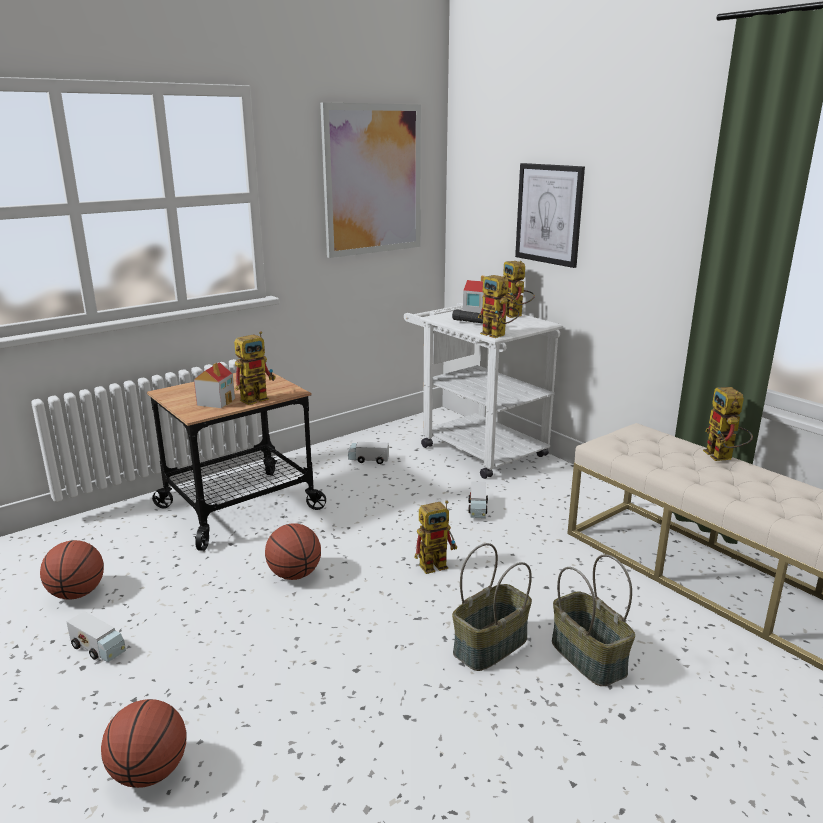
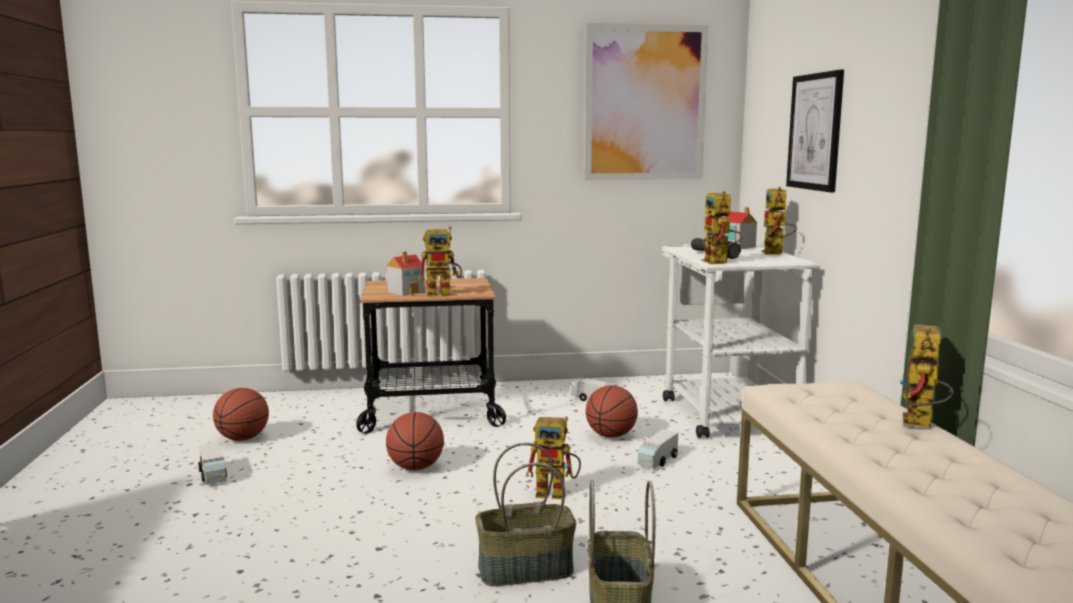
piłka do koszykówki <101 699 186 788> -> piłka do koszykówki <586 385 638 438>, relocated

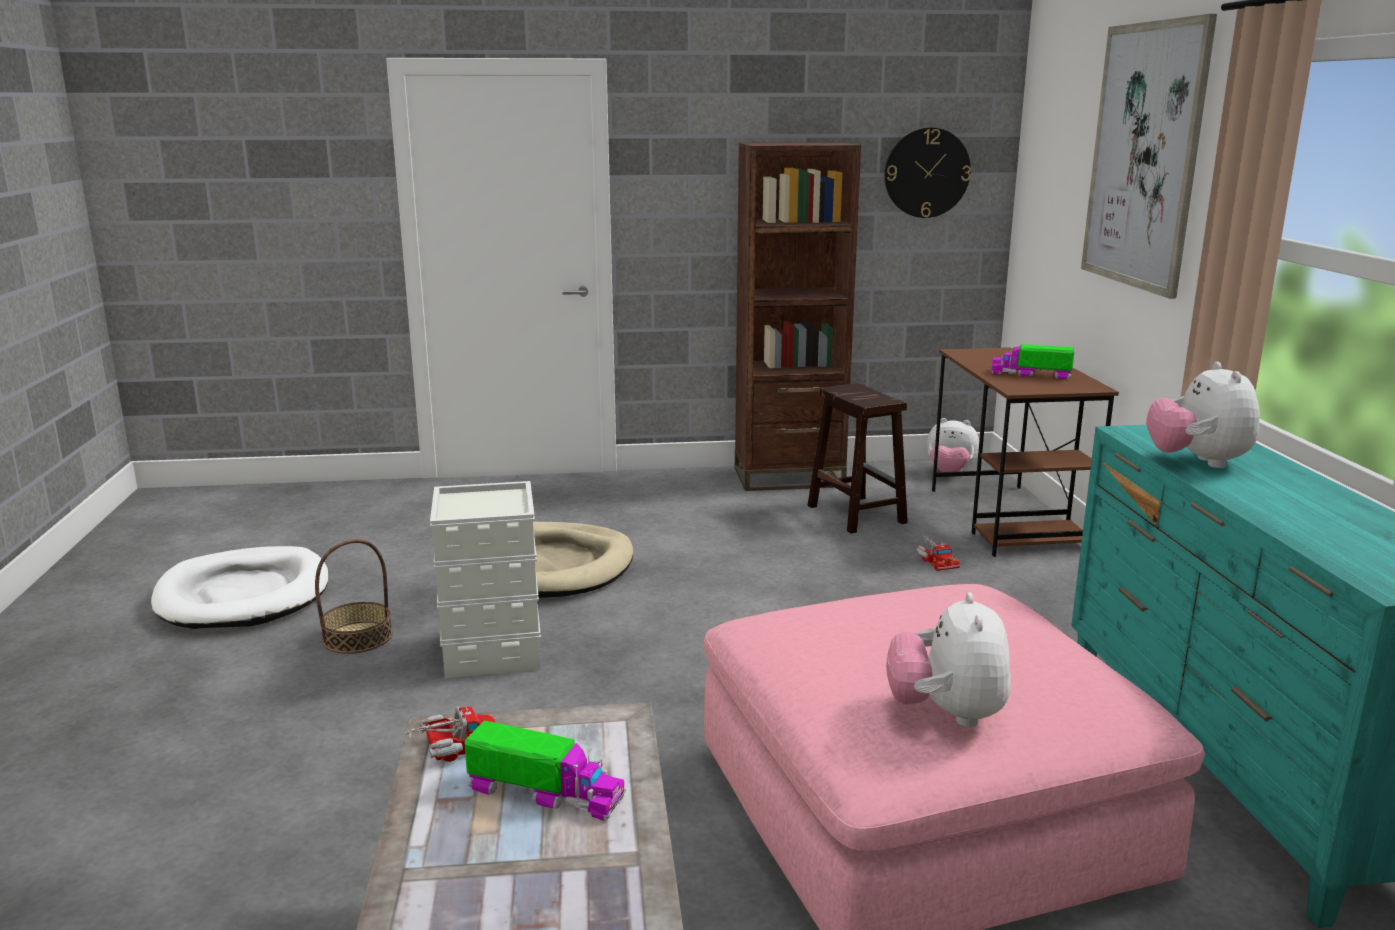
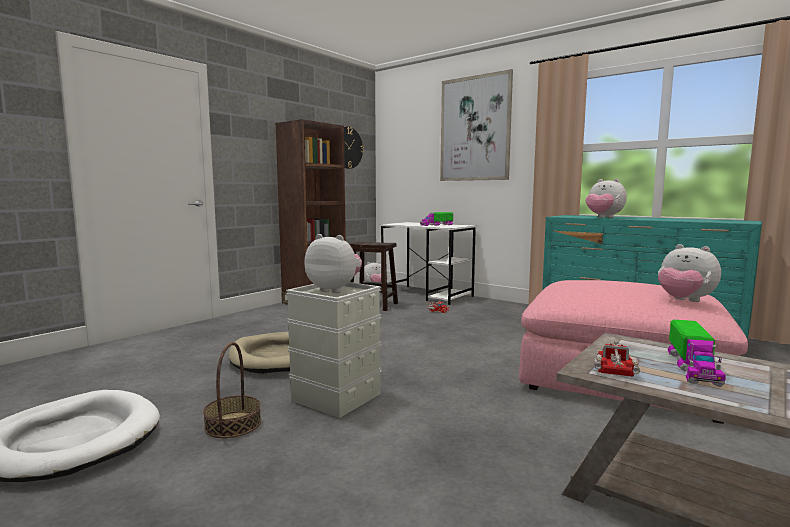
ciężarówka zabawkowa <464 721 626 821> -> ciężarówka zabawkowa <668 319 726 387>, 135 degrees clockwise
biurko [brązowy] <932 347 1119 557> -> biurko [biały] <379 222 477 305>
none -> pluszak <305 234 362 293>

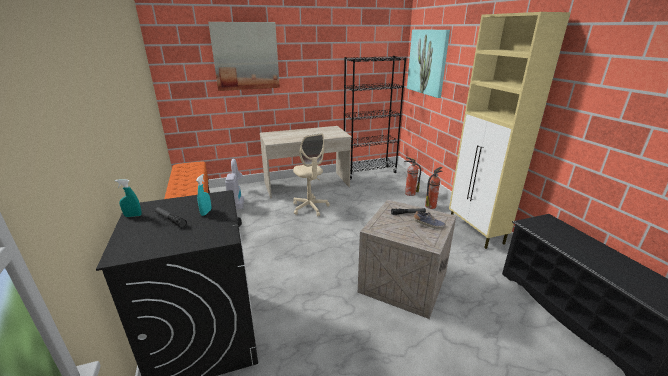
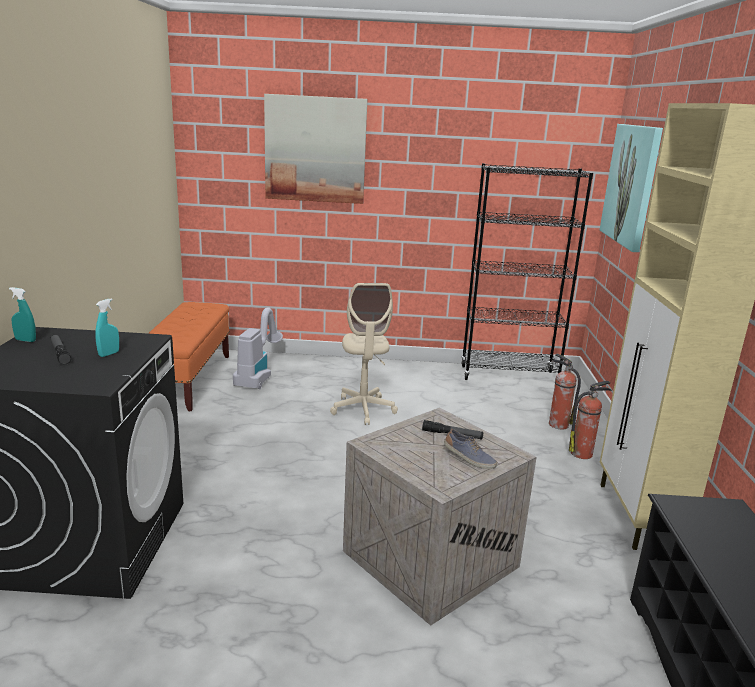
biurko [beżowy] <260 126 352 199> -> none

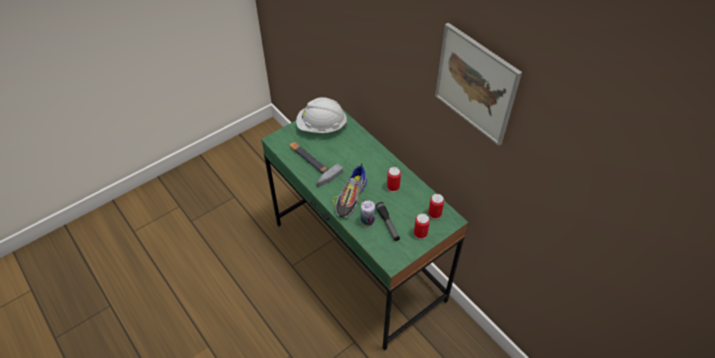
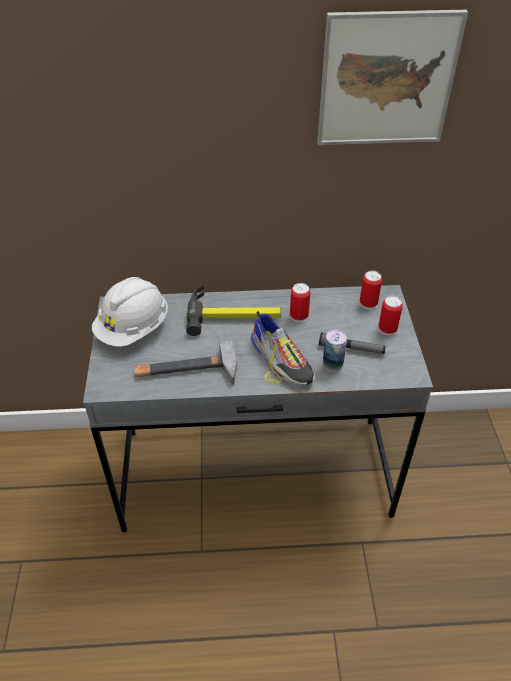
biurko [zielony] <261 109 468 351> -> biurko [szary] <83 285 433 532>
none -> młotek <186 286 281 336>

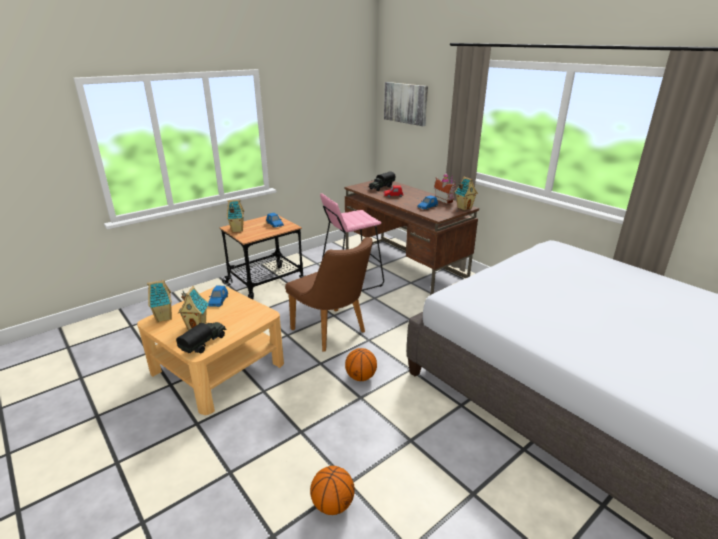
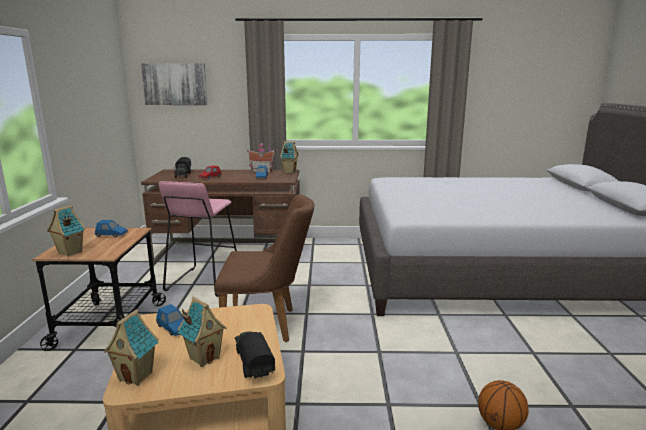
piłka do koszykówki <345 348 377 381> -> none

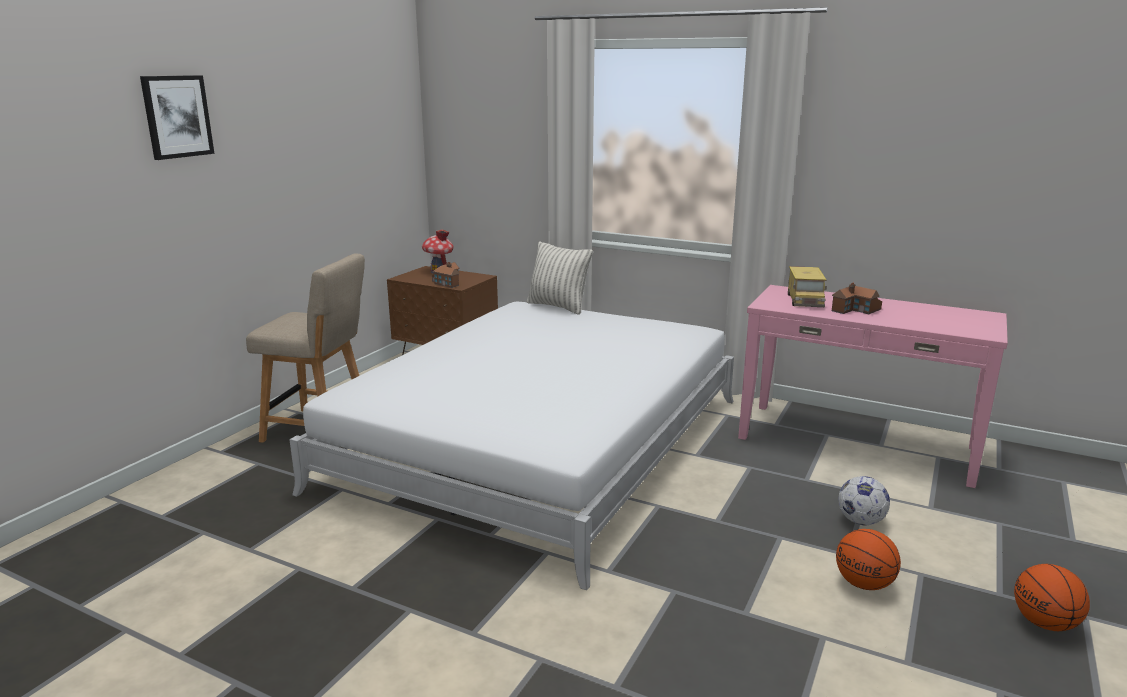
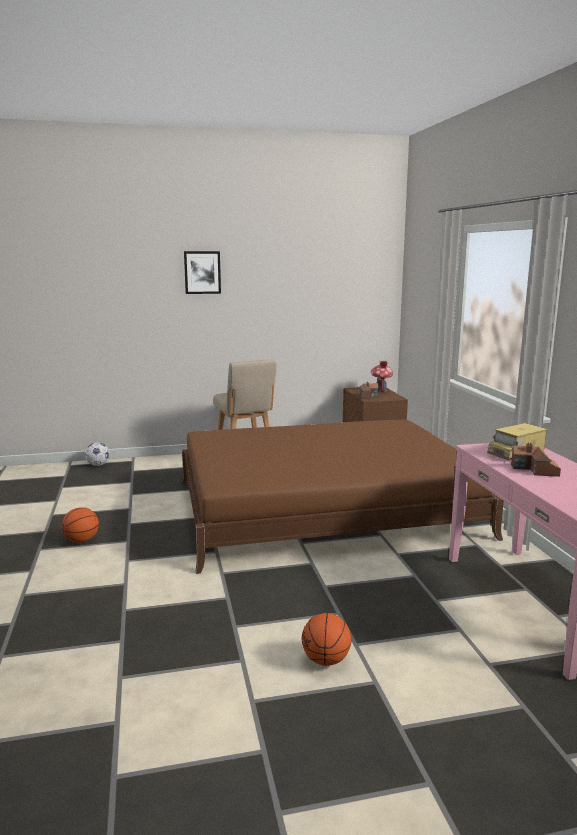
łóżko [biały] <289 302 734 590> -> łóżko [brązowy] <182 420 504 574>
poduszka <527 241 593 315> -> none
piłka futbolowa <838 476 890 525> -> piłka futbolowa <85 442 110 466>, relocated
piłka do koszykówki <1014 564 1090 631> -> piłka do koszykówki <62 507 99 543>, relocated

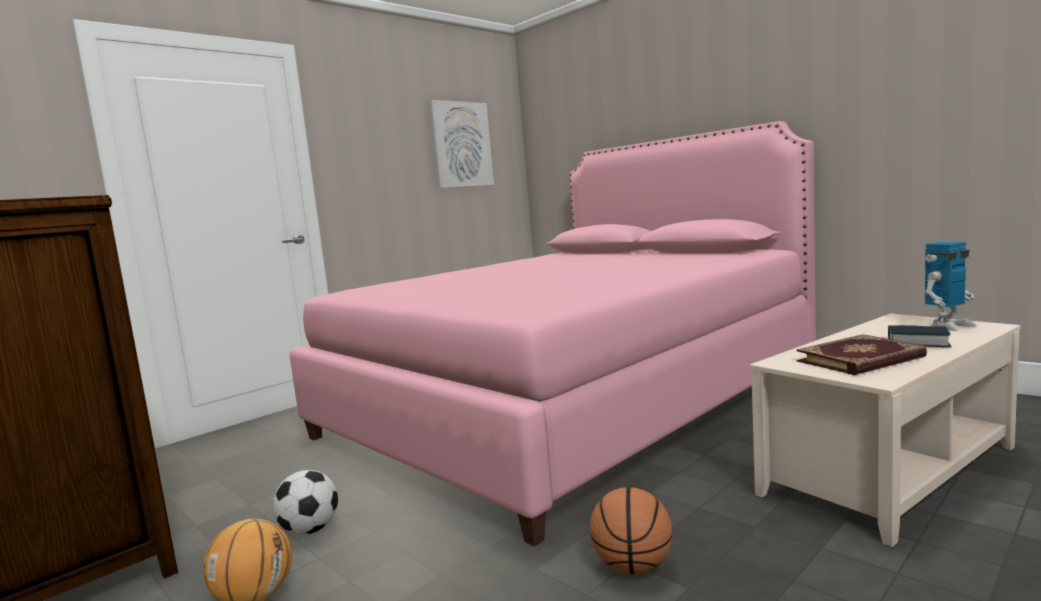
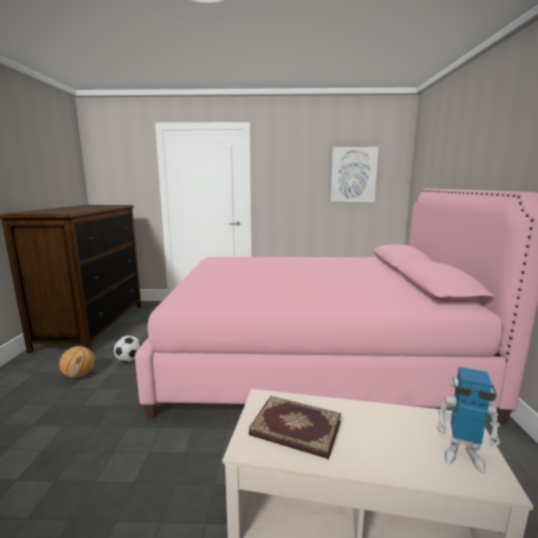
piłka do koszykówki <590 487 673 574> -> none
książka <888 325 951 347> -> none

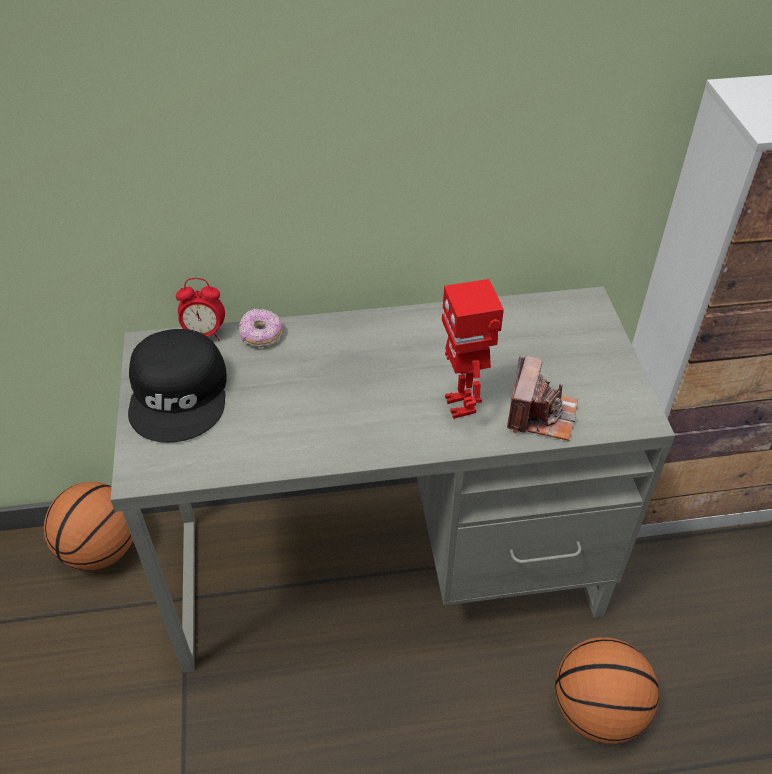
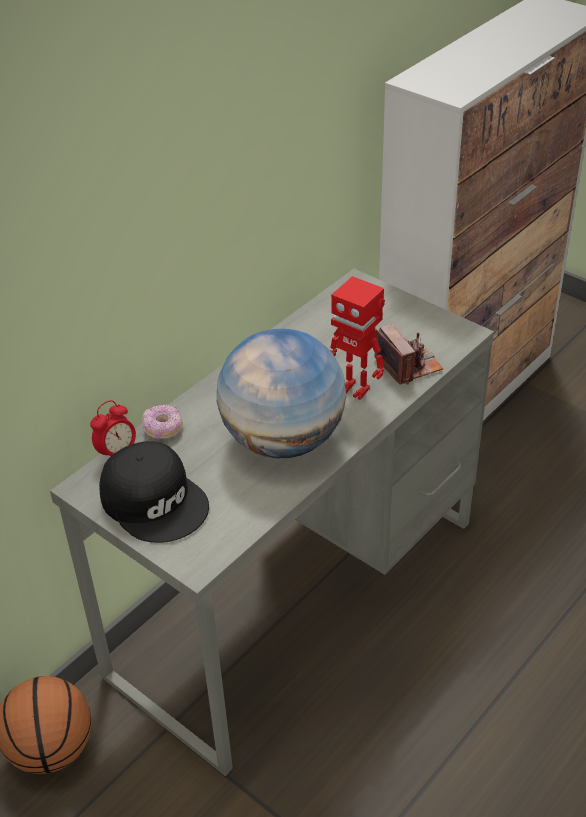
piłka do koszykówki <555 637 659 744> -> none
none -> globus <217 329 346 458>

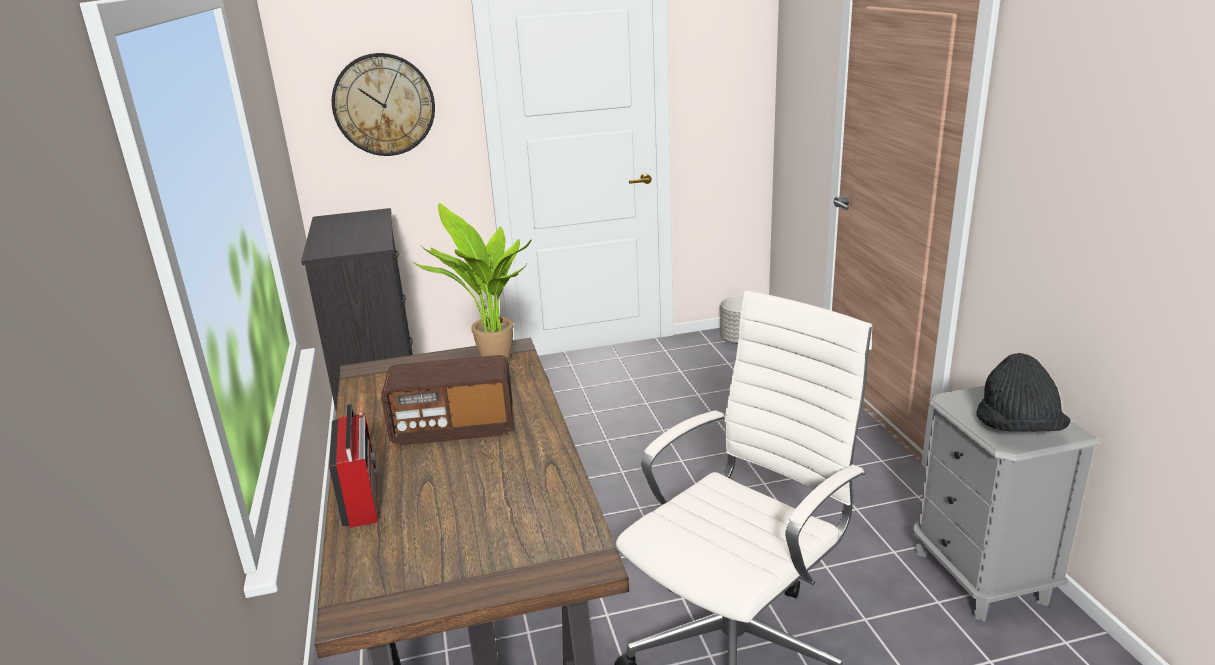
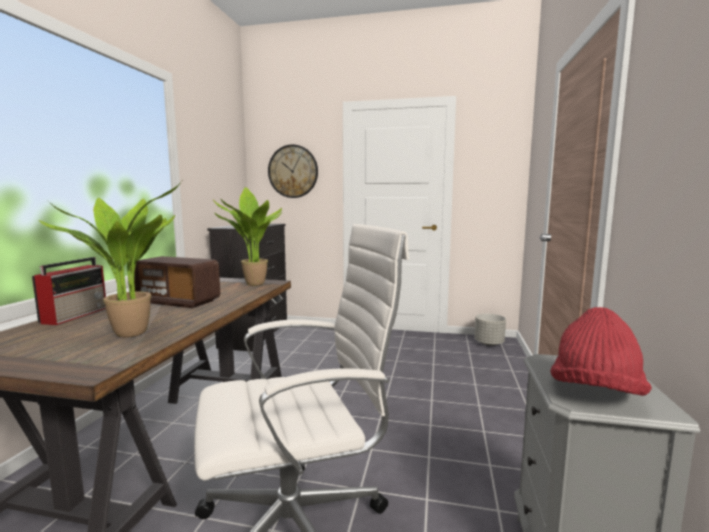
kapelusz [czarny] <977 353 1070 432> -> kapelusz [czerwony] <550 307 652 396>
none -> roślina doniczkowa <39 181 182 338>

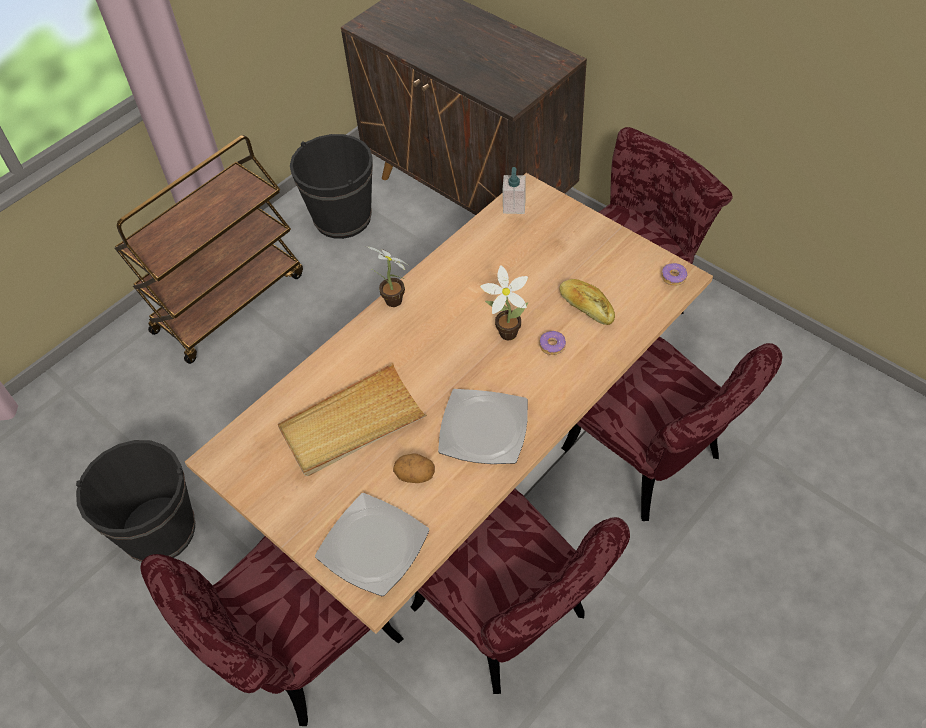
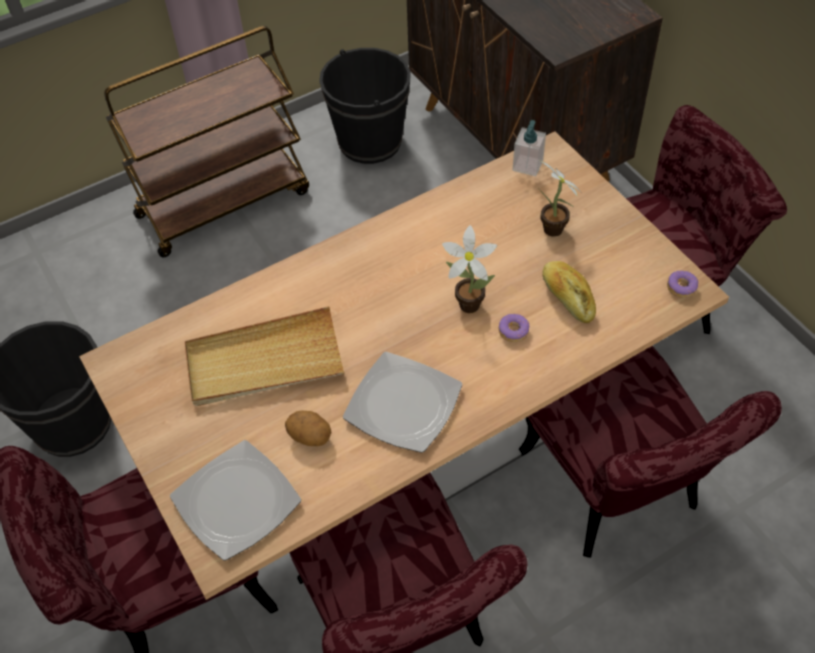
roślina doniczkowa <365 246 408 307> -> roślina doniczkowa <538 160 581 237>, relocated

